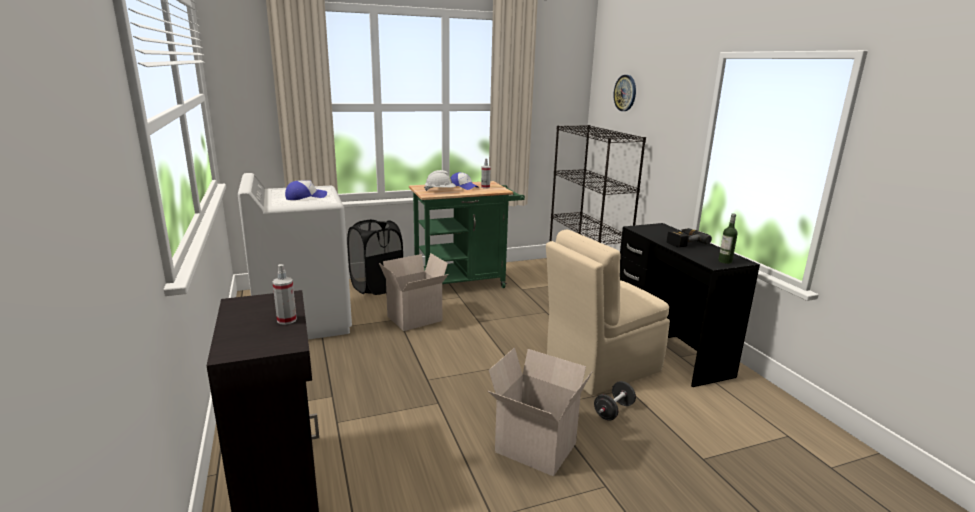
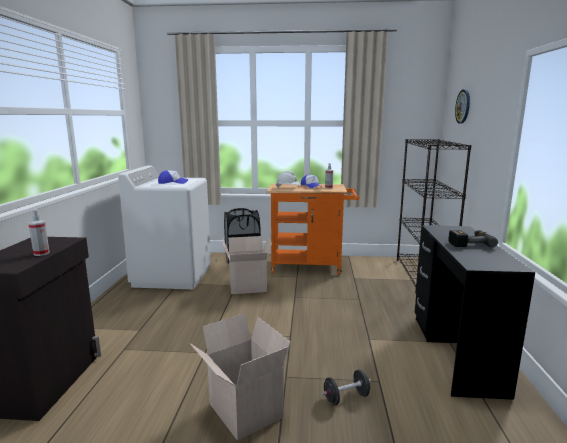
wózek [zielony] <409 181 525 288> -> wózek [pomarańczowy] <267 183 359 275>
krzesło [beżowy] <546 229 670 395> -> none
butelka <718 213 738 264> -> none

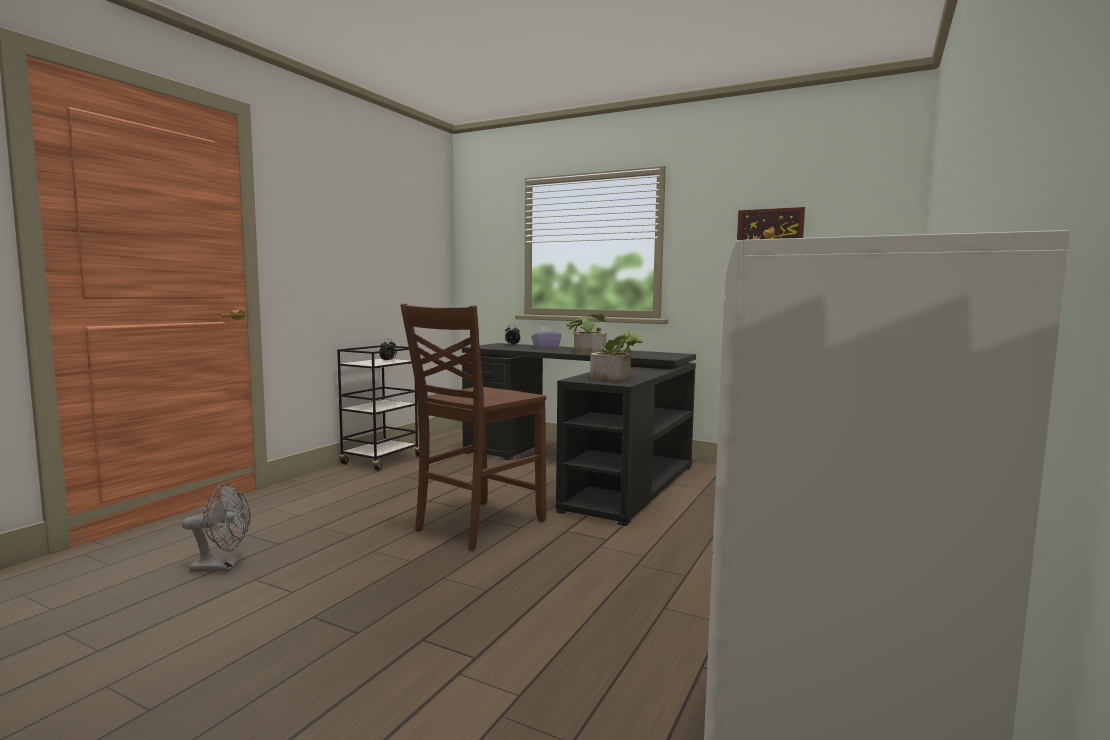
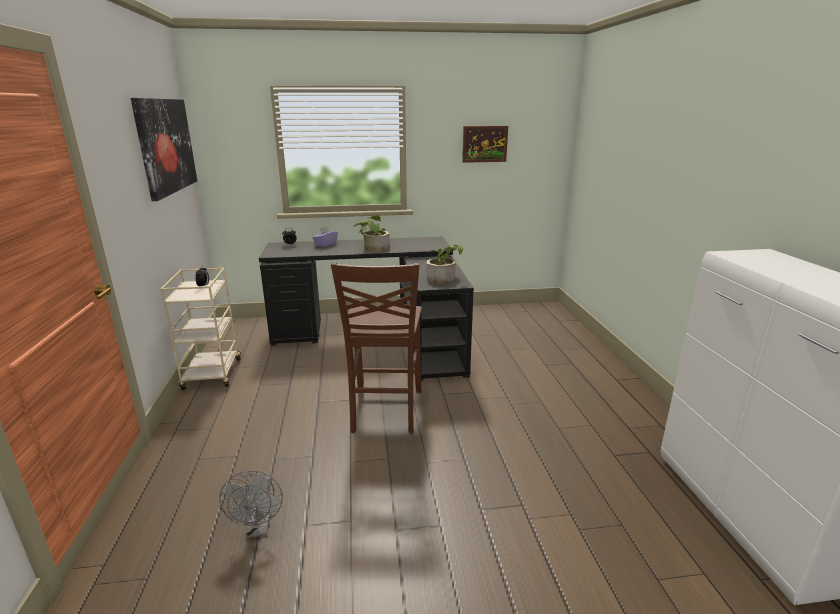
wentylator [szary] <182 483 250 572> -> wentylator [szary] <219 471 283 538>, 120 degrees clockwise
wózek [czarny] <337 345 419 471> -> wózek [beżowy] <161 268 241 390>
none -> obraz <131 98 197 201>

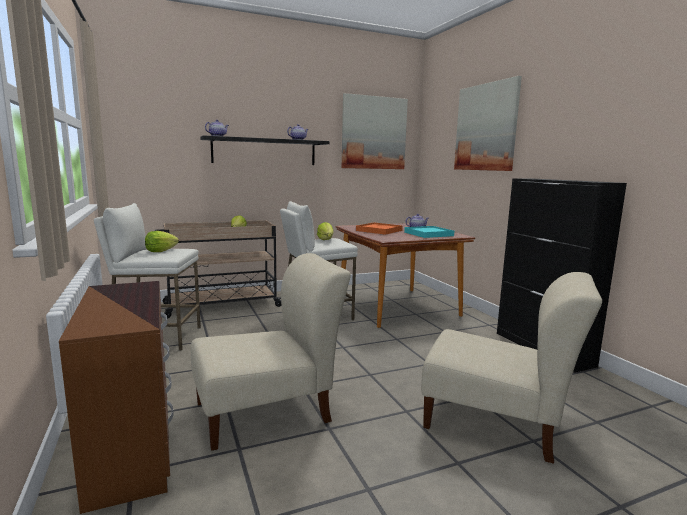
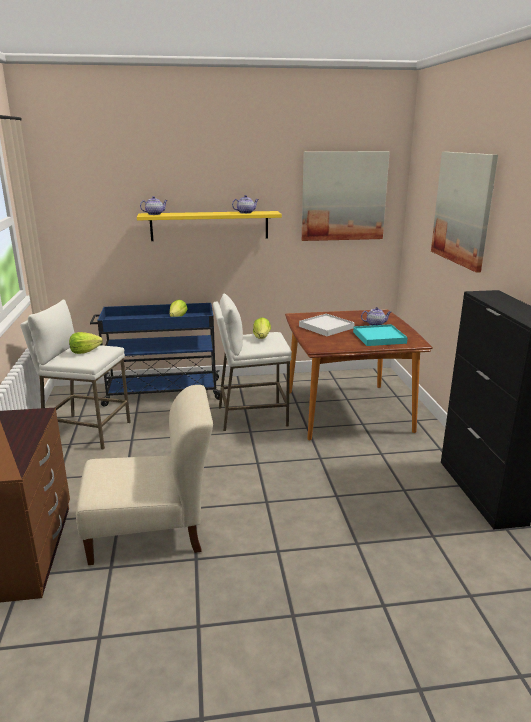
wózek [beżowy] <155 220 281 319> -> wózek [niebieski] <90 303 220 407>
półka [czarny] <200 135 330 165> -> półka [żółty] <137 211 282 241>
taca [pomarańczowy] <356 223 403 235> -> taca [biały] <299 314 355 336>
krzesło [beżowy] <421 272 602 464> -> none

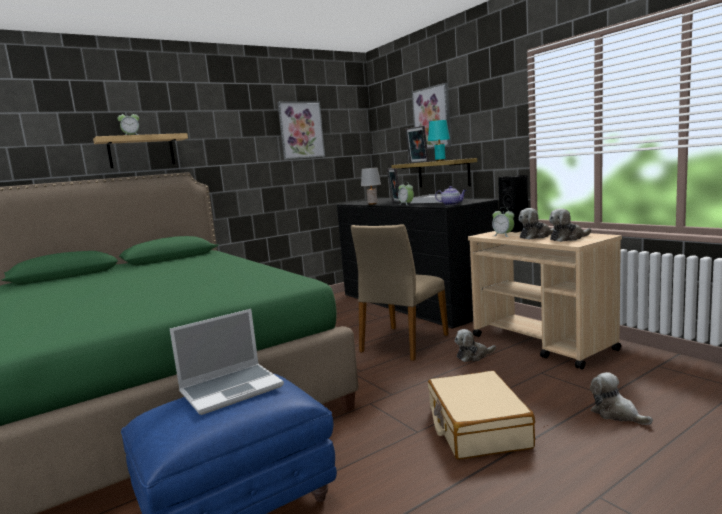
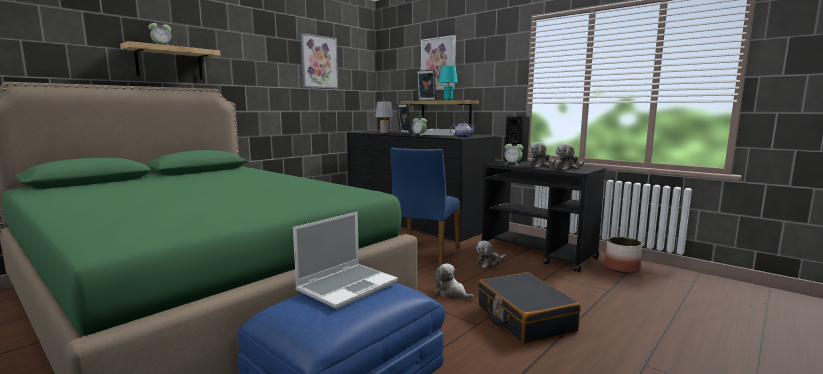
krzesło [beżowy] <351 224 449 361> -> krzesło [niebieski] <390 147 460 267>
walizka [beżowy] <428 371 535 460> -> walizka [czarny] <478 272 581 344>
wózek [beżowy] <468 231 622 370> -> wózek [czarny] <482 160 606 272>
pluszak <590 372 653 425> -> pluszak <434 263 474 300>, relocated
none -> donica <605 237 642 273>

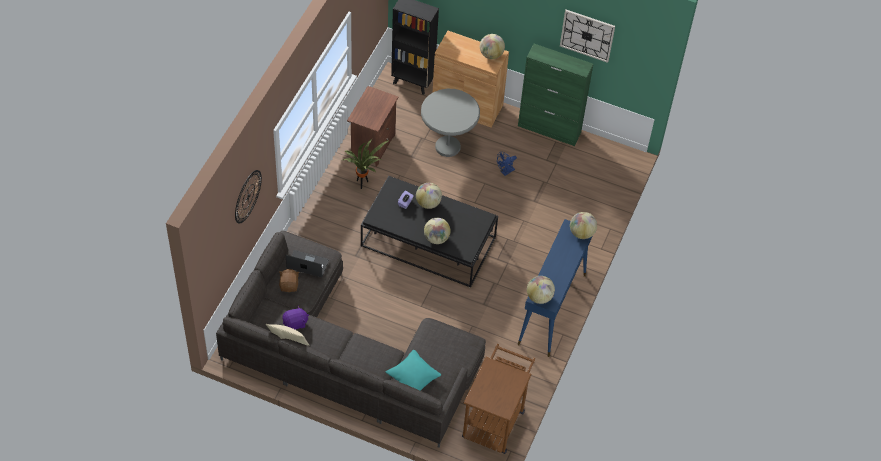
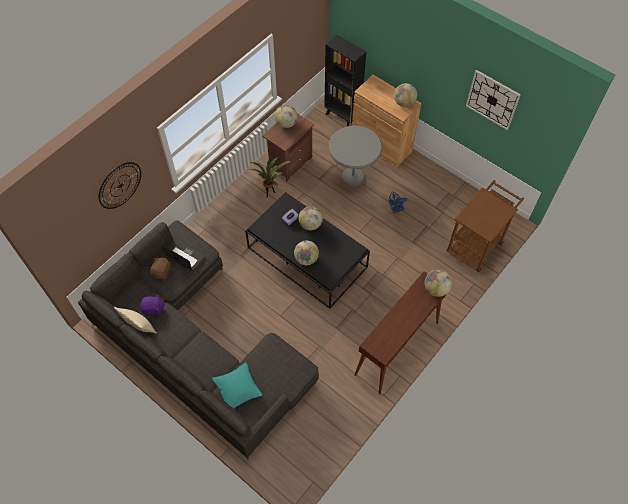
wózek [brązowy] <462 344 535 454> -> wózek [brązowy] <447 180 524 272>, relocated
szafka [zielony] <518 44 593 146> -> none
stolik konsolowy [niebieski] <518 219 592 357> -> stolik konsolowy [brązowy] <355 271 447 395>
globus <527 276 555 304> -> globus <275 105 298 128>, relocated

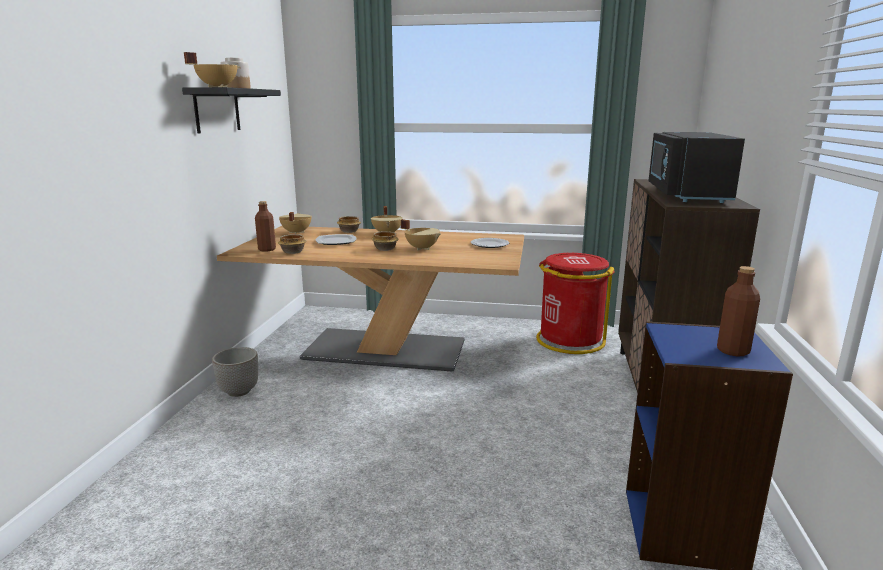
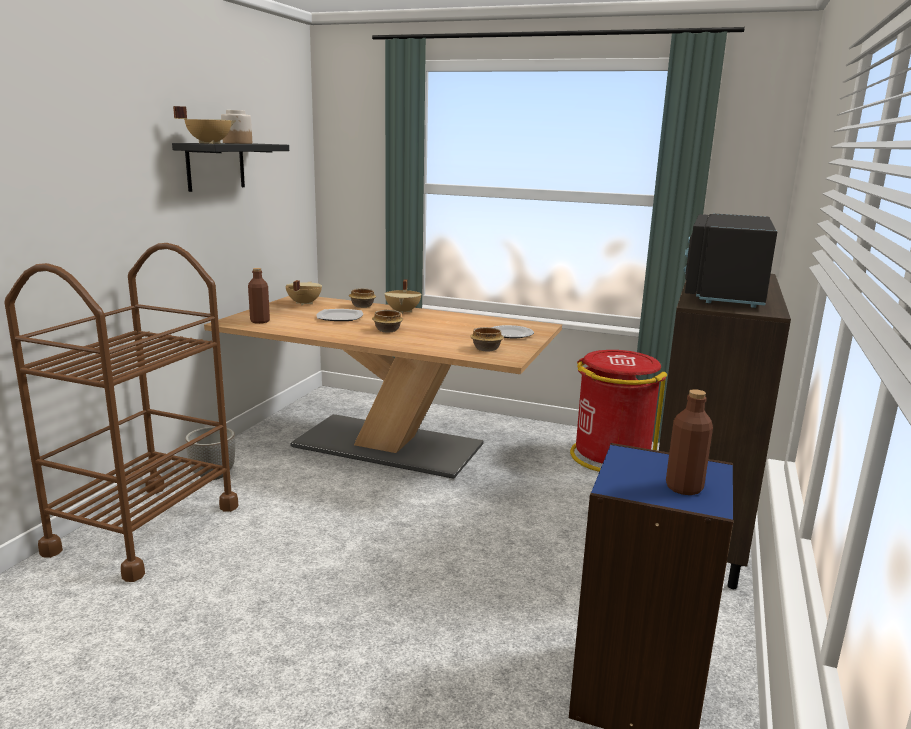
miska <278 234 306 254> -> miska <470 327 504 351>, relocated
garnek [beżowy] <401 219 441 250> -> none
none -> wózek [brązowy] <4 243 238 582>

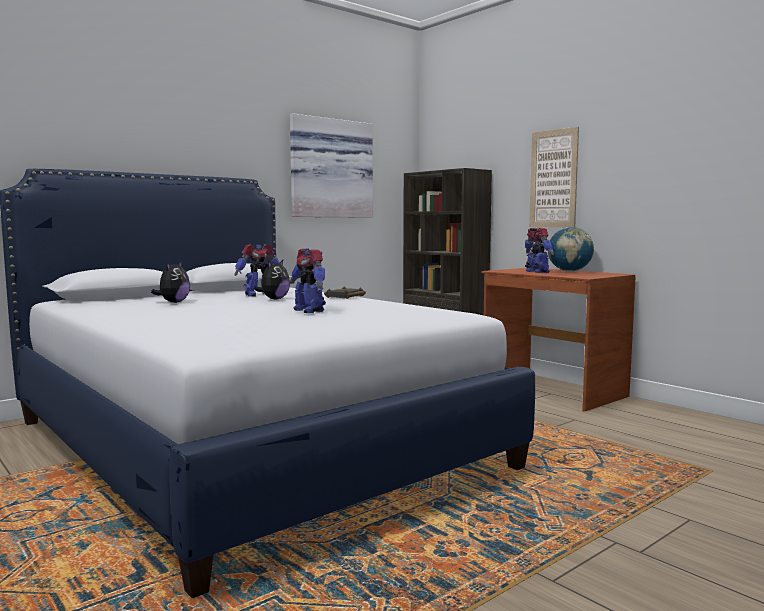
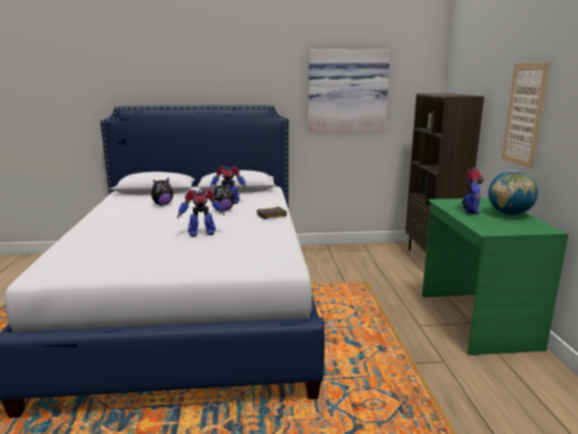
robot zabawkowy <290 249 326 313> -> robot zabawkowy <177 189 224 237>, 105 degrees counterclockwise
biurko [brązowy] <481 268 636 412> -> biurko [zielony] <422 198 568 355>

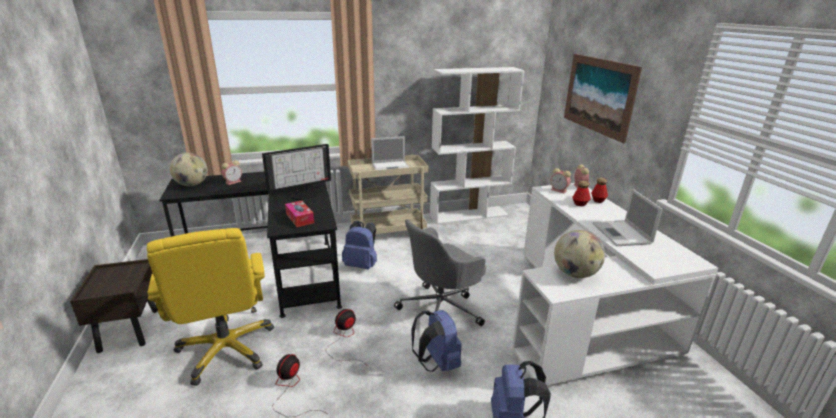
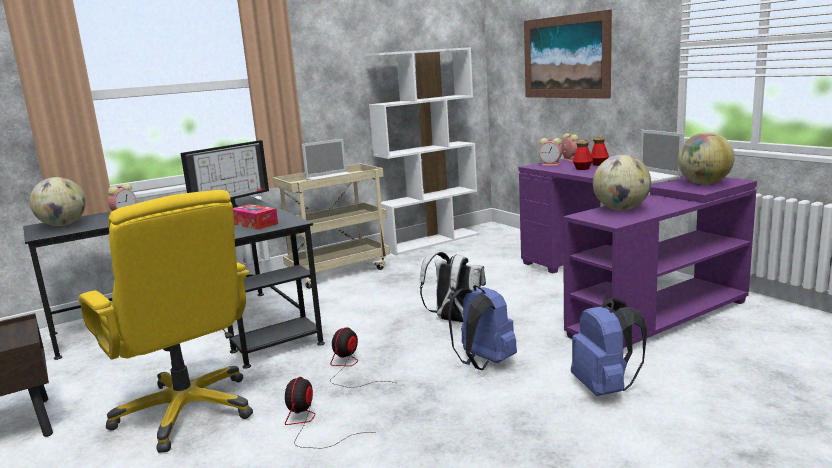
plecak [niebieski] <342 221 377 269> -> none
krzesło biurowe [szary] <394 219 486 326> -> plecak [biały] <420 252 486 323>
biurko [biały] <512 183 718 385> -> biurko [fioletowy] <519 159 757 348>
none -> globus <678 132 735 184>

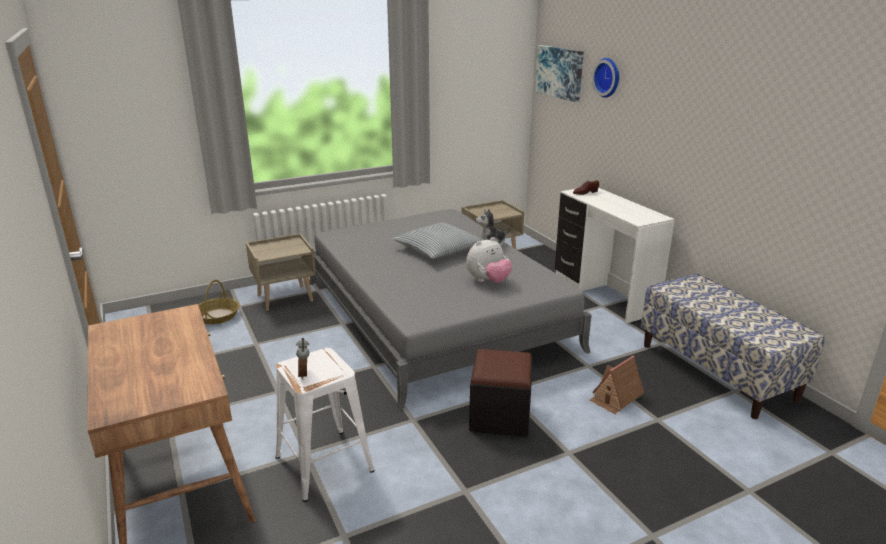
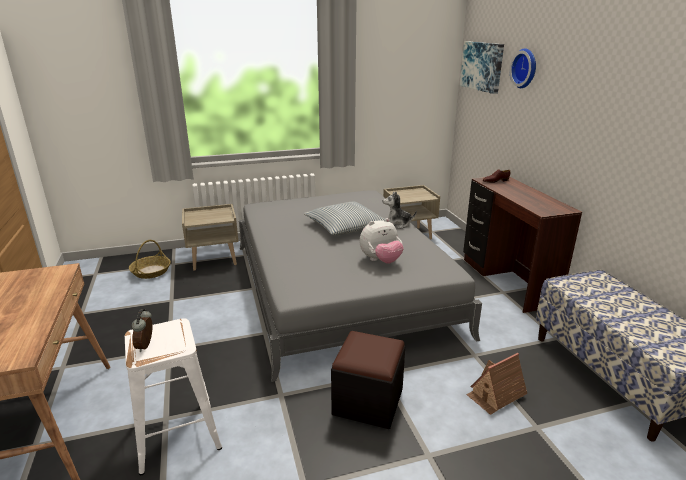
biurko [biały] <555 188 675 324> -> biurko [brązowy] <463 177 582 313>

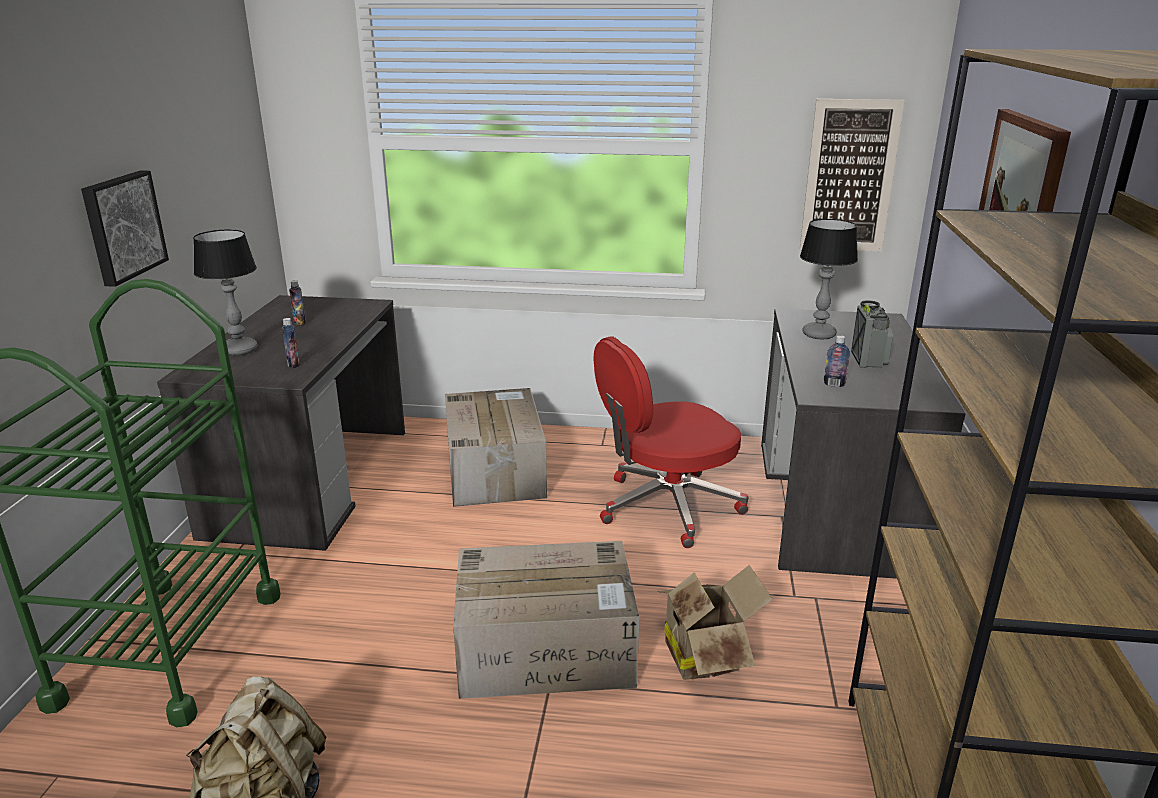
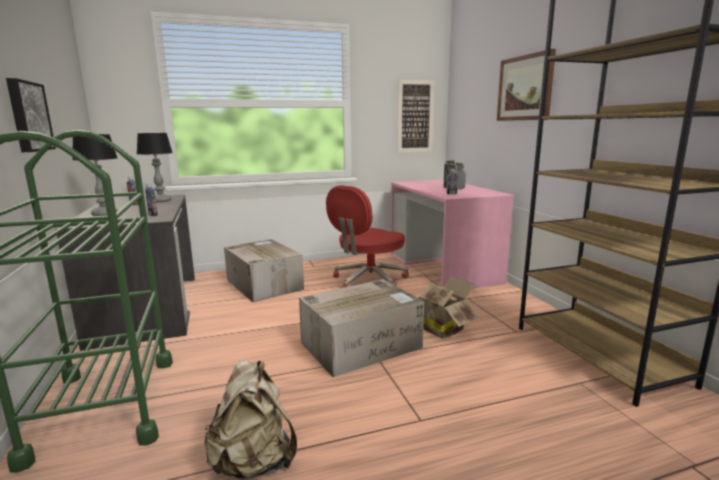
biurko [szary] <761 309 966 579> -> biurko [różowy] <391 179 514 289>
lampa stołowa <800 219 858 339> -> lampa stołowa <137 133 172 202>, relocated

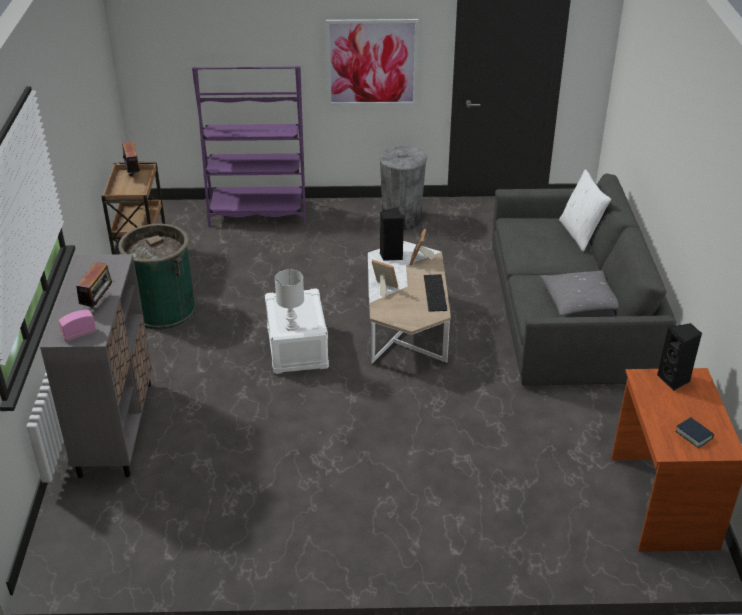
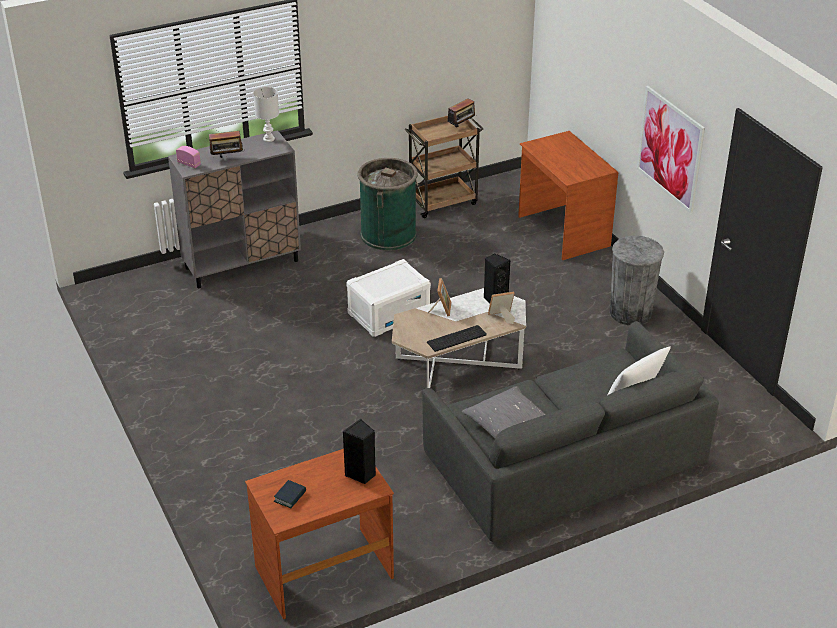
regał [fioletowy] <192 66 306 227> -> biurko [brązowy] <518 131 618 260>
lampa stołowa [biały] <275 269 304 331> -> lampa stołowa [biały] <253 87 279 142>, relocated

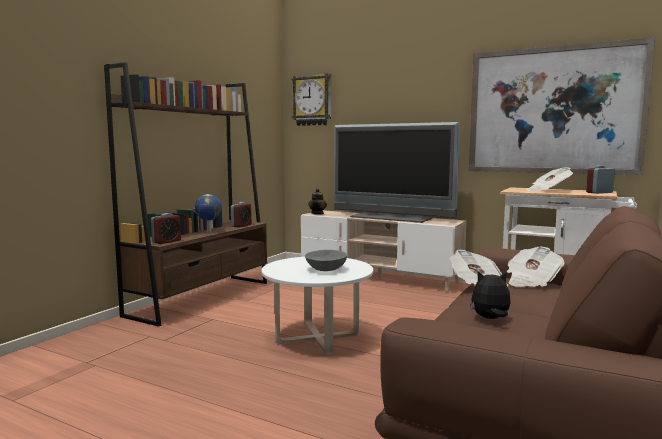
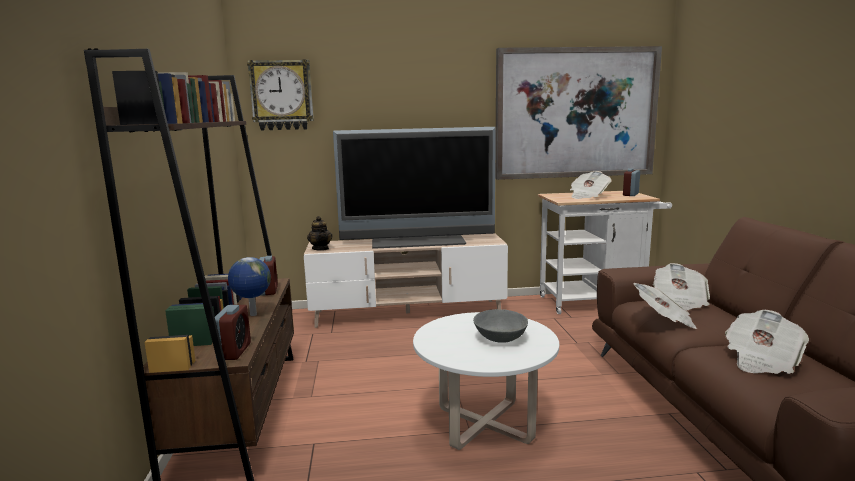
pluszak <470 270 511 319> -> gazeta <725 310 809 374>

